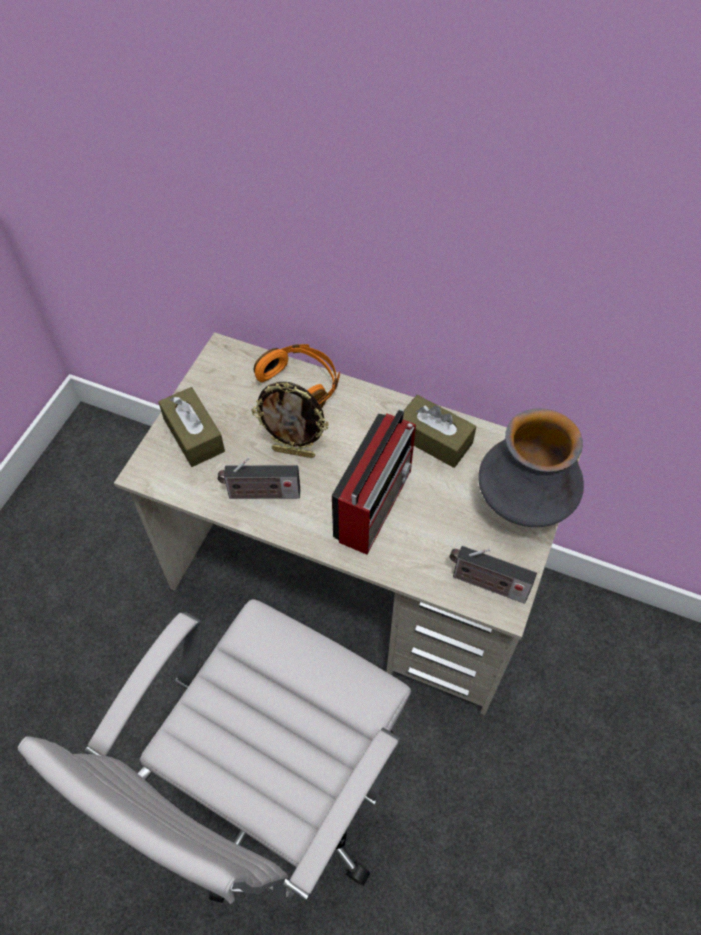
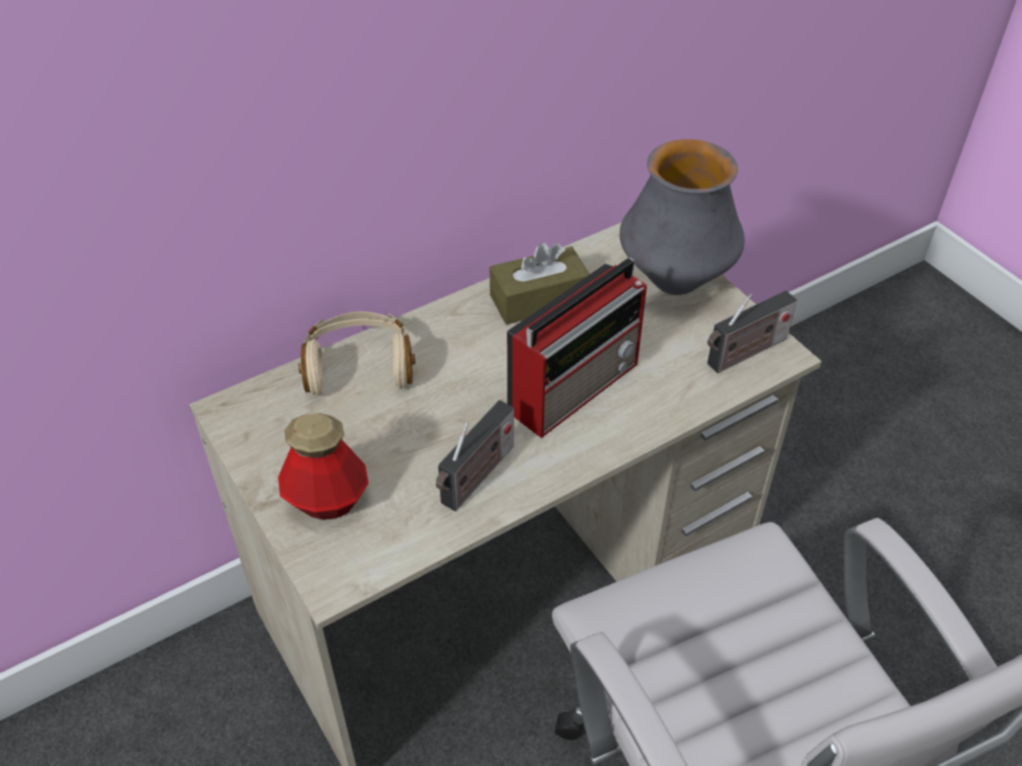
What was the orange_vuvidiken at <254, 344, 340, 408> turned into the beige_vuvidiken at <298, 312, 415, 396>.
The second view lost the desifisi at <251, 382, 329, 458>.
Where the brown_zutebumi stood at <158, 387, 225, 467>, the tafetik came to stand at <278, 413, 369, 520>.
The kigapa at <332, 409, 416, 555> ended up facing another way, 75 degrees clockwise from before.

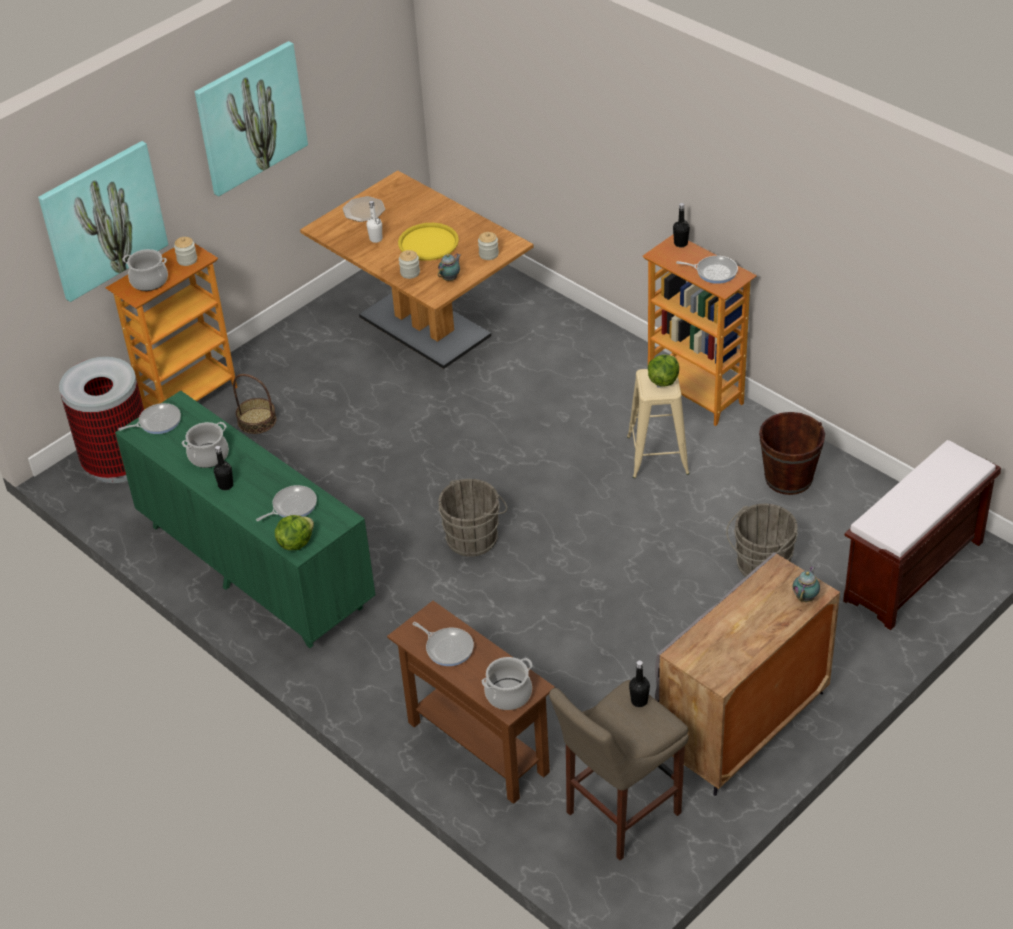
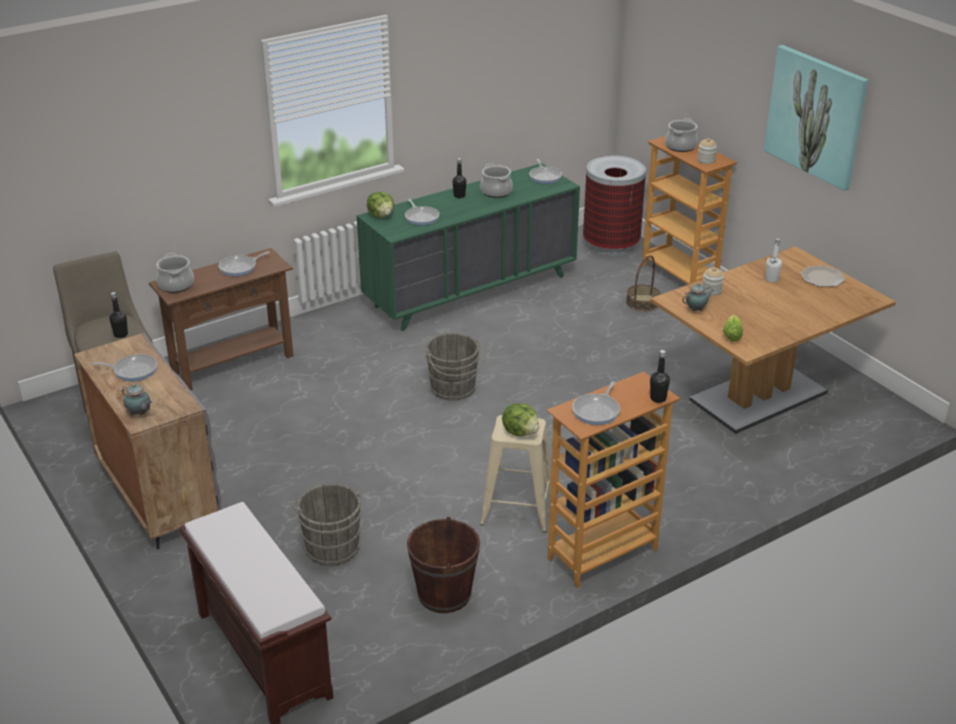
The second view lost the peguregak at <38, 141, 168, 302>.
The second view lost the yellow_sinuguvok at <398, 223, 459, 261>.
Where the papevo stood at <478, 232, 499, 260>, the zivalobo came to stand at <723, 314, 743, 342>.
The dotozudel at <438, 253, 461, 281> ended up facing another way, 75 degrees counterclockwise from before.
The second view gained the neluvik at <92, 354, 157, 381>.

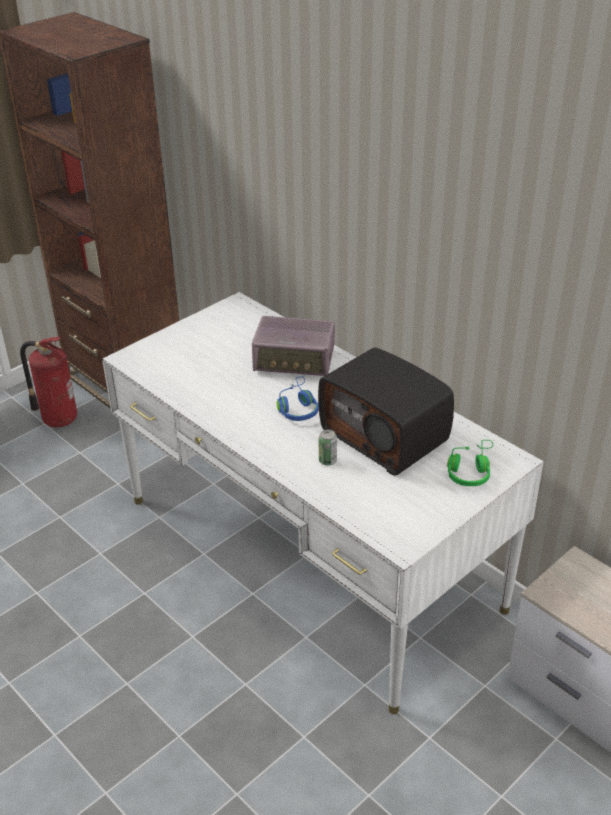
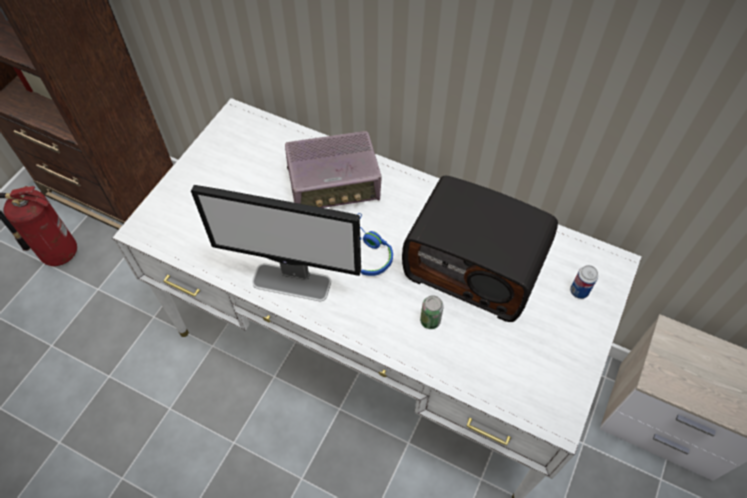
Where the green_vuvidiken stood at <447, 440, 493, 486>, the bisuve came to stand at <570, 265, 598, 299>.
The second view gained the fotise at <191, 185, 361, 301>.

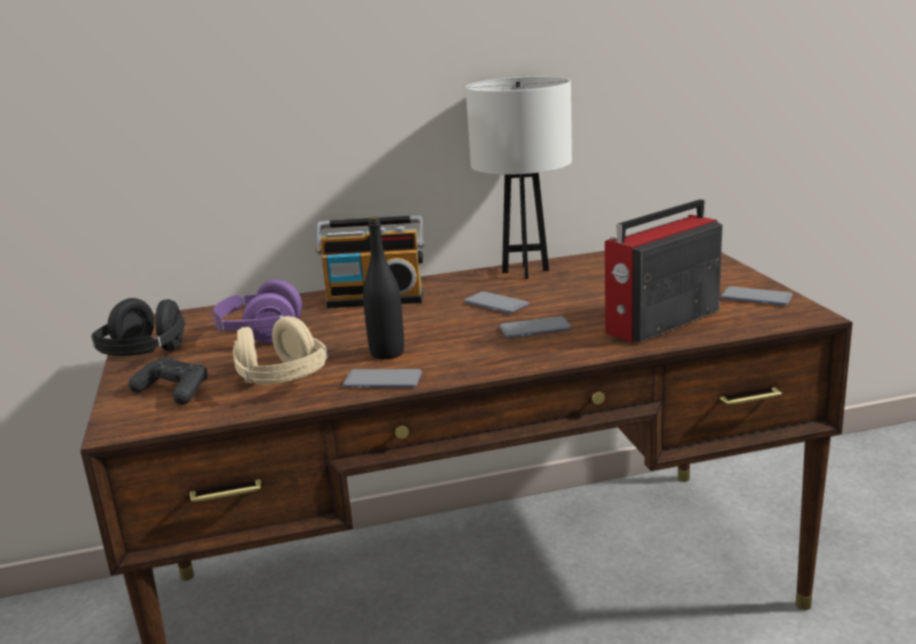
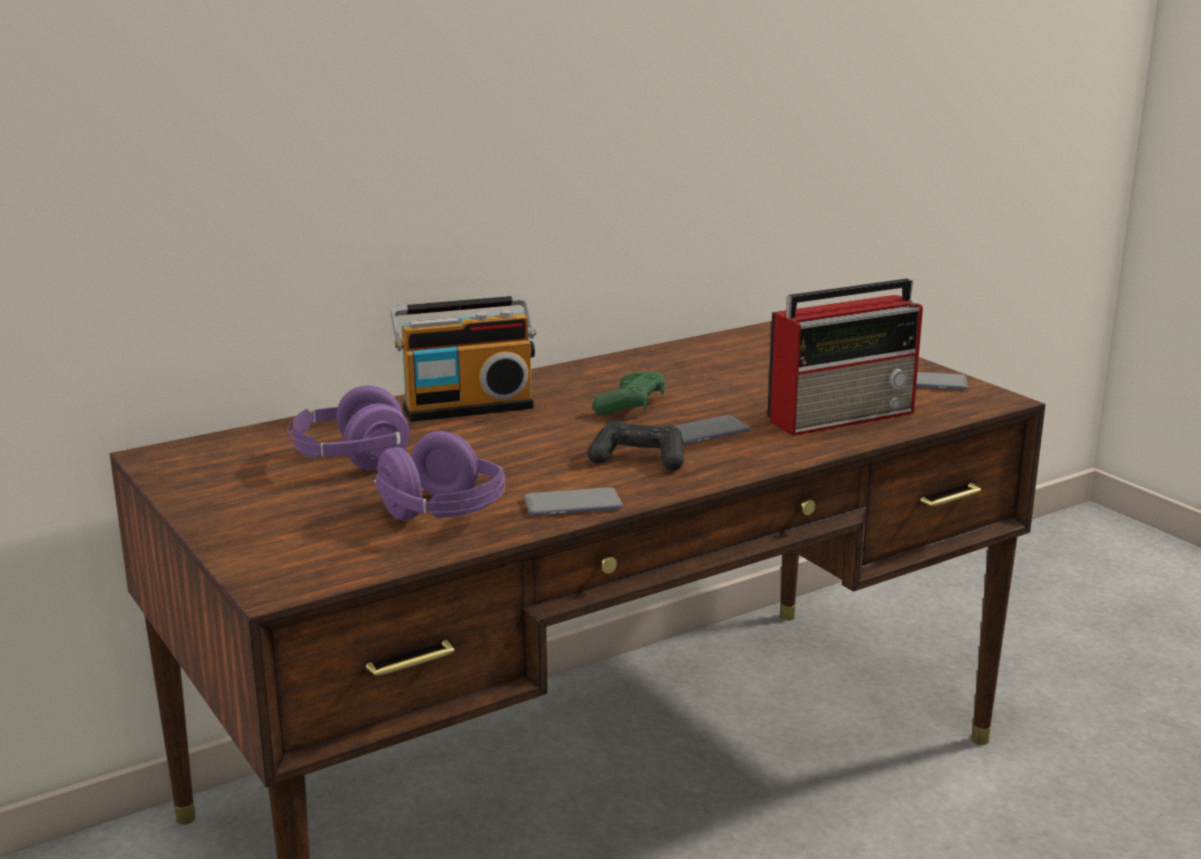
The second view lost the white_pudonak at <466, 77, 572, 279>.
The kigapa at <605, 199, 723, 342> ended up facing another way, 150 degrees counterclockwise from before.
The second view lost the black_tafetik at <363, 216, 404, 359>.
Where the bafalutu stood at <464, 291, 529, 313>, the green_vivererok came to stand at <593, 371, 665, 415>.
The second view lost the black_vuvidiken at <91, 298, 185, 356>.
What was the beige_vuvidiken at <233, 316, 328, 384> turned into the purple_vuvidiken at <372, 431, 505, 521>.
The black_vivererok ended up elsewhere, having gone from <128, 357, 207, 405> to <588, 421, 684, 471>.

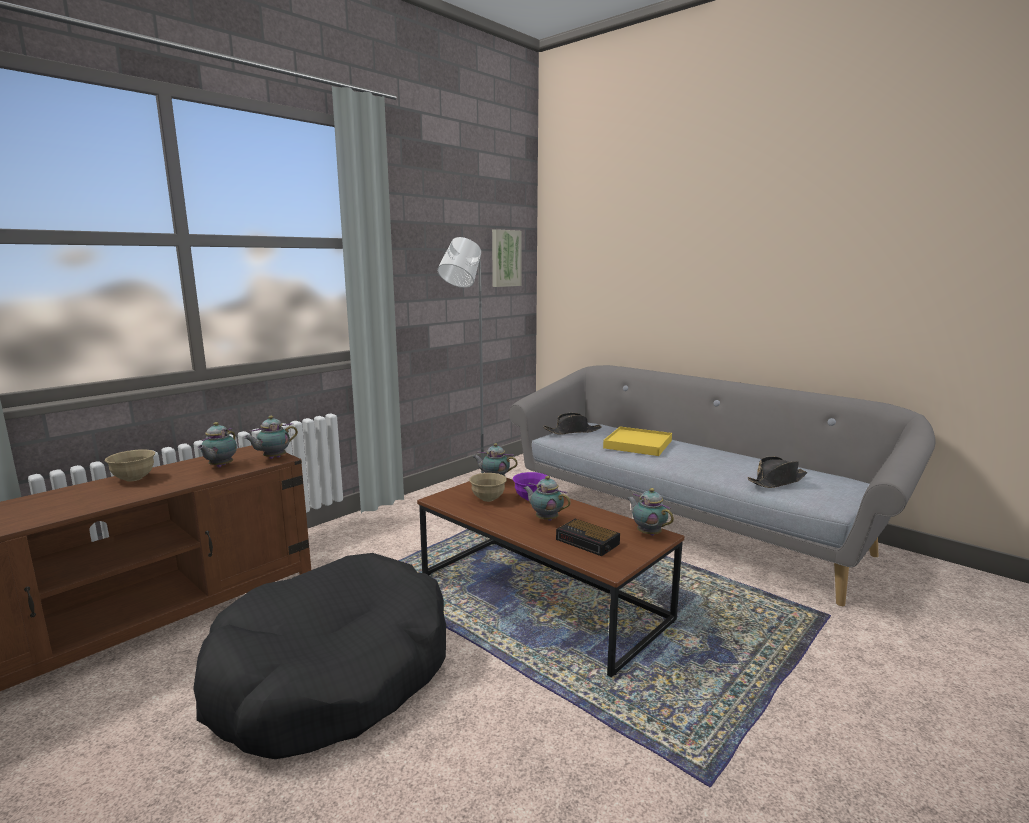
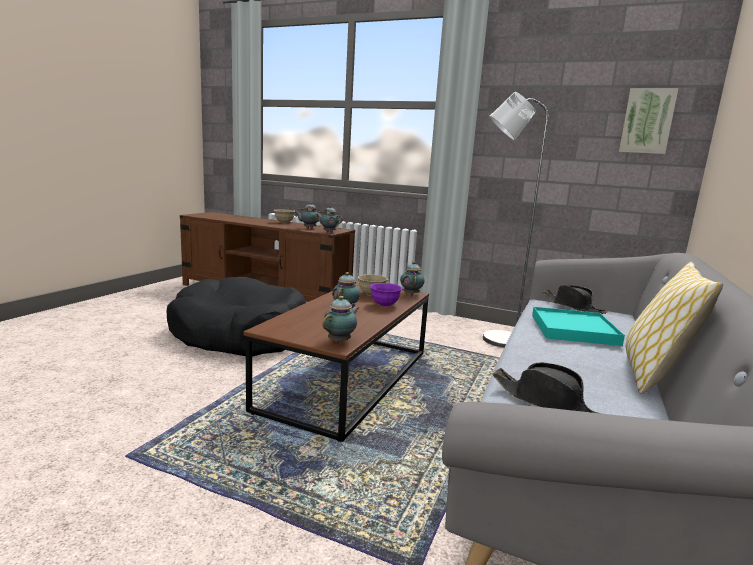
What was the yellow_sinuguvok at <603, 427, 672, 456> turned into the turquoise_sinuguvok at <532, 307, 625, 346>.
The second view lost the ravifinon at <556, 519, 620, 556>.
The second view gained the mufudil at <626, 262, 723, 394>.

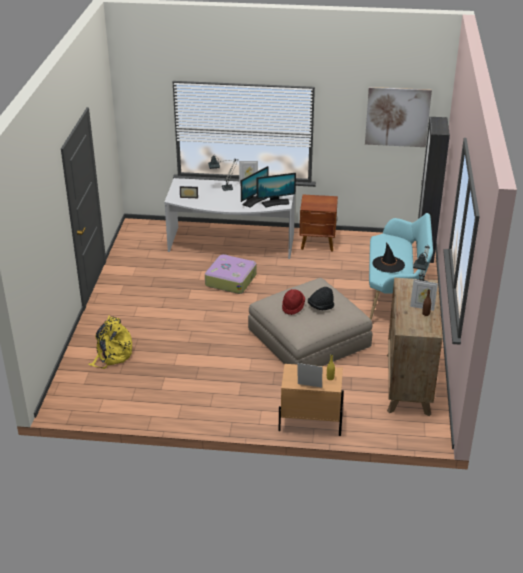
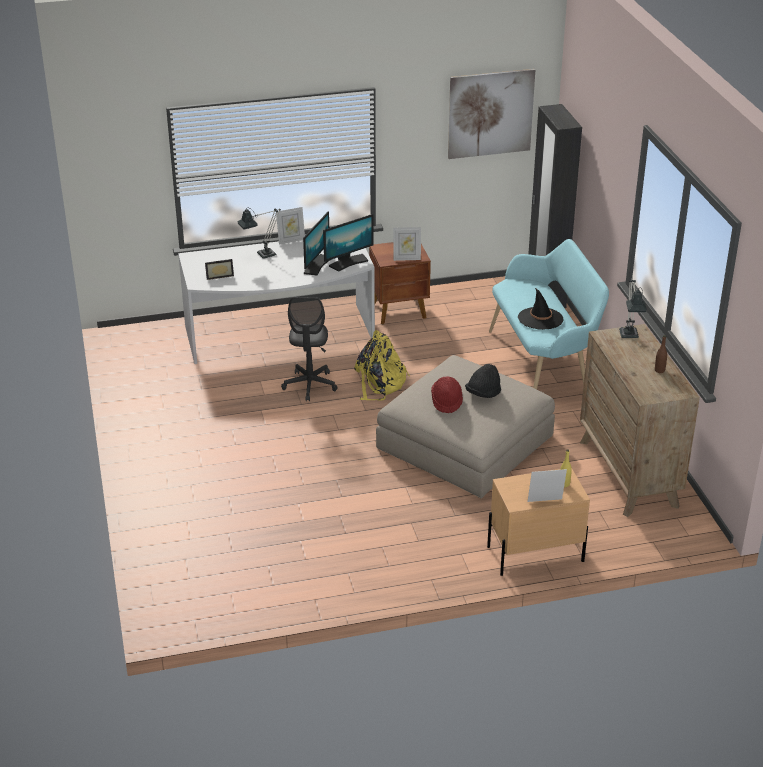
Where the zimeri stood at <205, 254, 257, 294>, the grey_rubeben came to stand at <281, 297, 338, 401>.
The desifisi ended up elsewhere, having gone from <410, 279, 438, 311> to <393, 227, 421, 261>.
The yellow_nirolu ended up elsewhere, having gone from <88, 316, 132, 369> to <354, 330, 410, 401>.

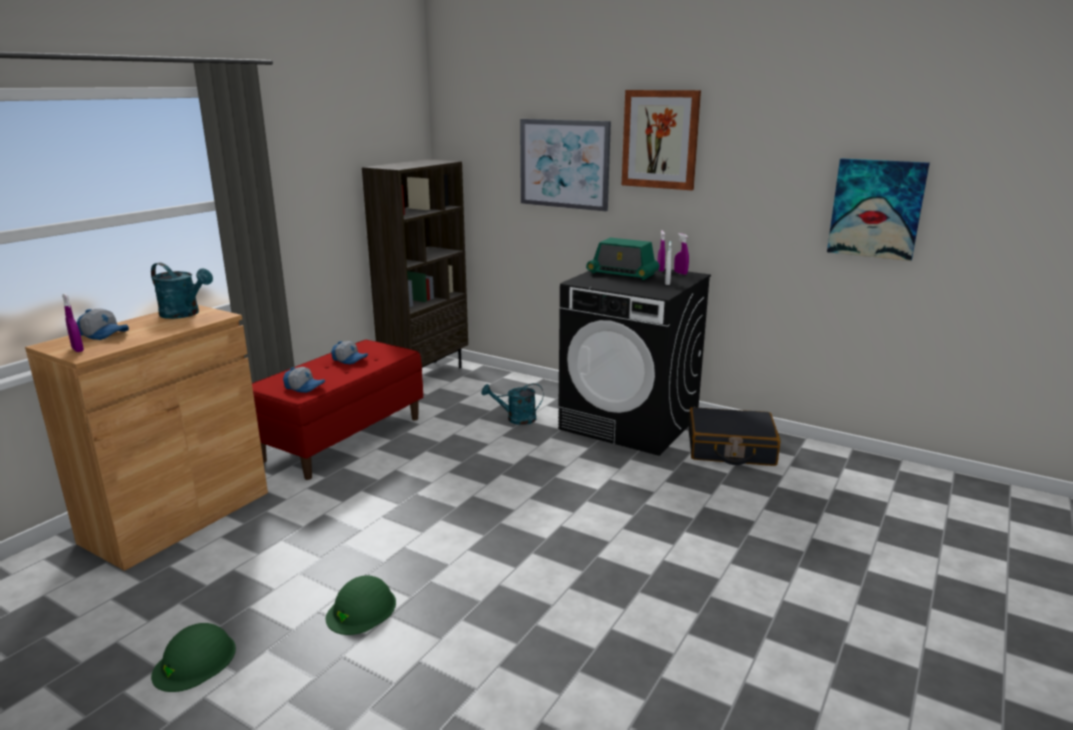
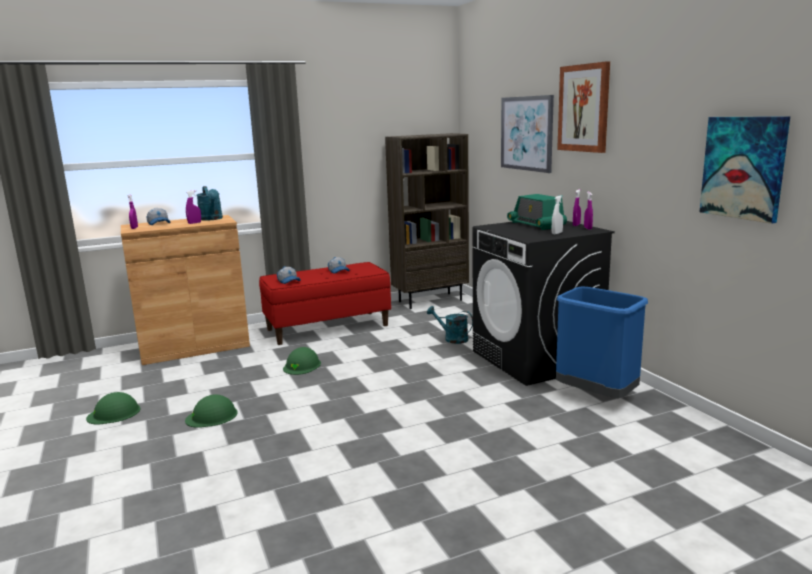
Where the black_zimeri stood at <689, 407, 781, 466>, the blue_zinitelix came to stand at <556, 286, 648, 398>.
The second view gained the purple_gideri at <186, 190, 201, 224>.
The second view gained the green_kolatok at <283, 347, 321, 375>.

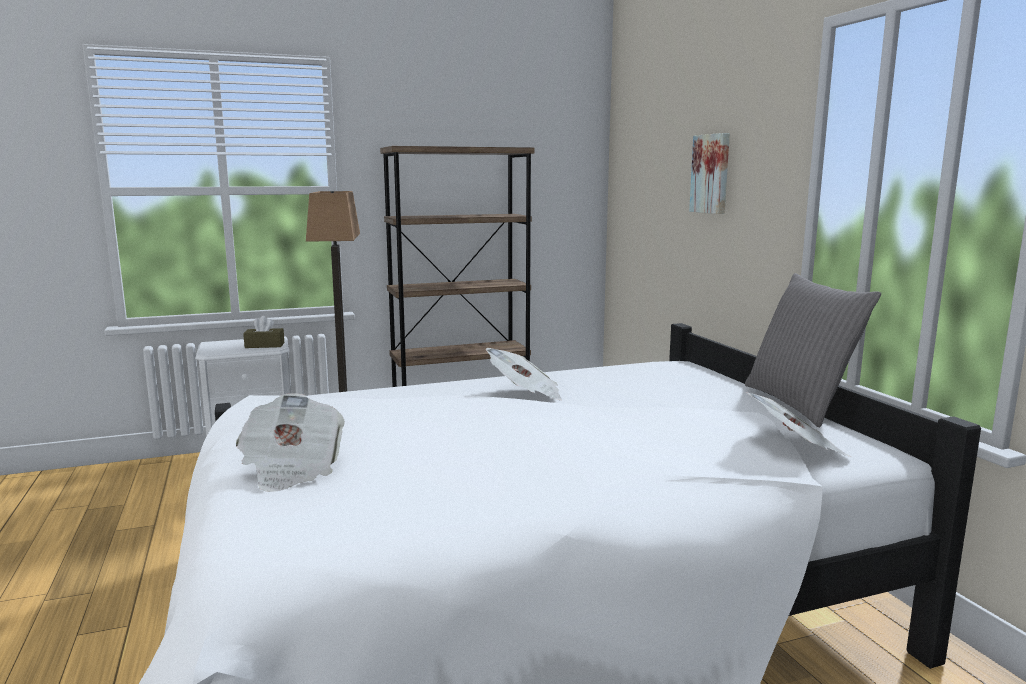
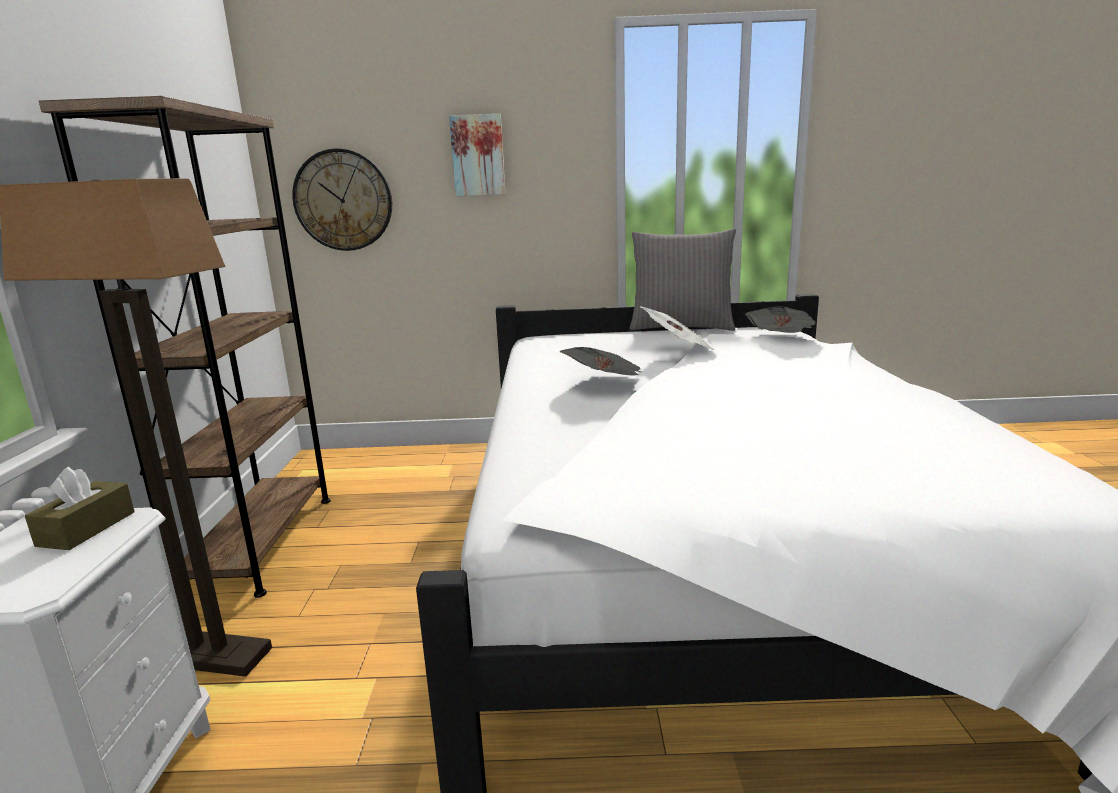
The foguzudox ended up elsewhere, having gone from <236, 393, 345, 492> to <640, 306, 715, 350>.
The second view gained the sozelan at <292, 149, 392, 251>.

